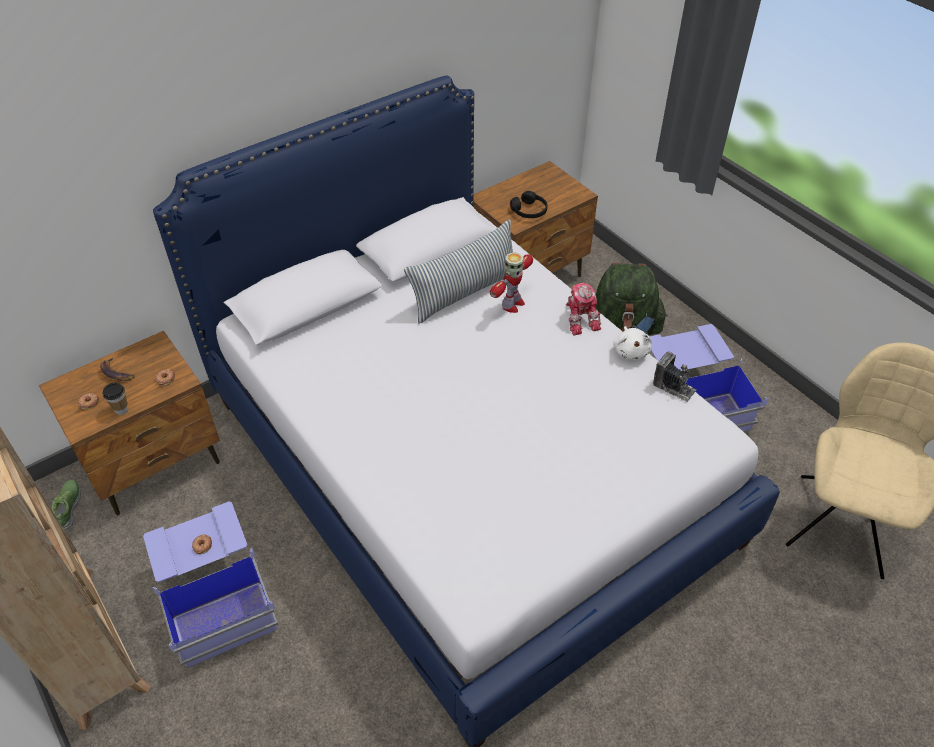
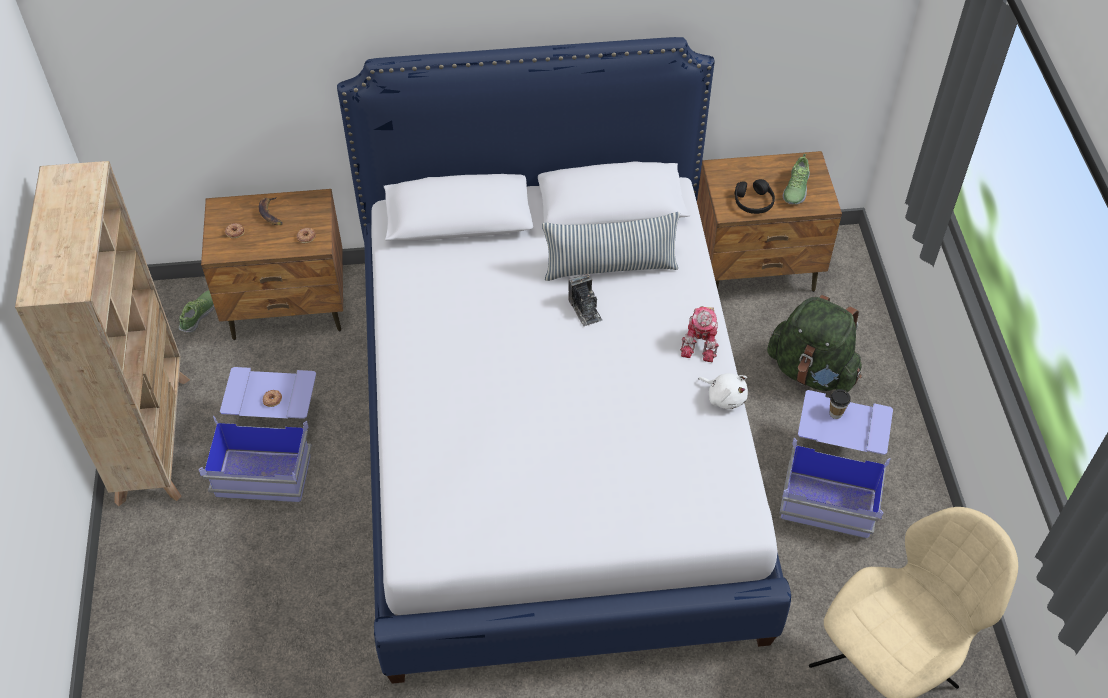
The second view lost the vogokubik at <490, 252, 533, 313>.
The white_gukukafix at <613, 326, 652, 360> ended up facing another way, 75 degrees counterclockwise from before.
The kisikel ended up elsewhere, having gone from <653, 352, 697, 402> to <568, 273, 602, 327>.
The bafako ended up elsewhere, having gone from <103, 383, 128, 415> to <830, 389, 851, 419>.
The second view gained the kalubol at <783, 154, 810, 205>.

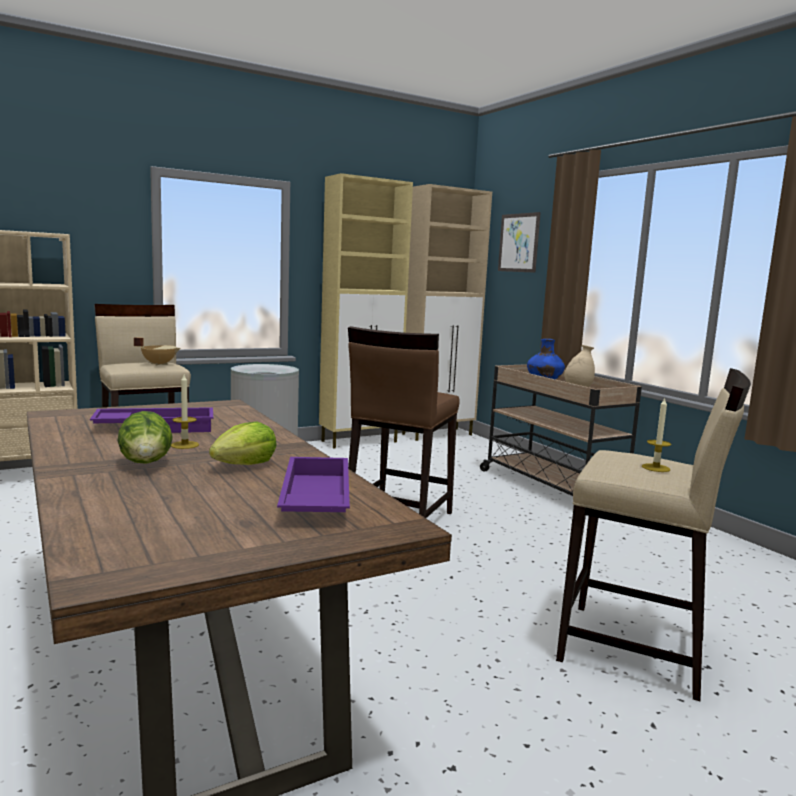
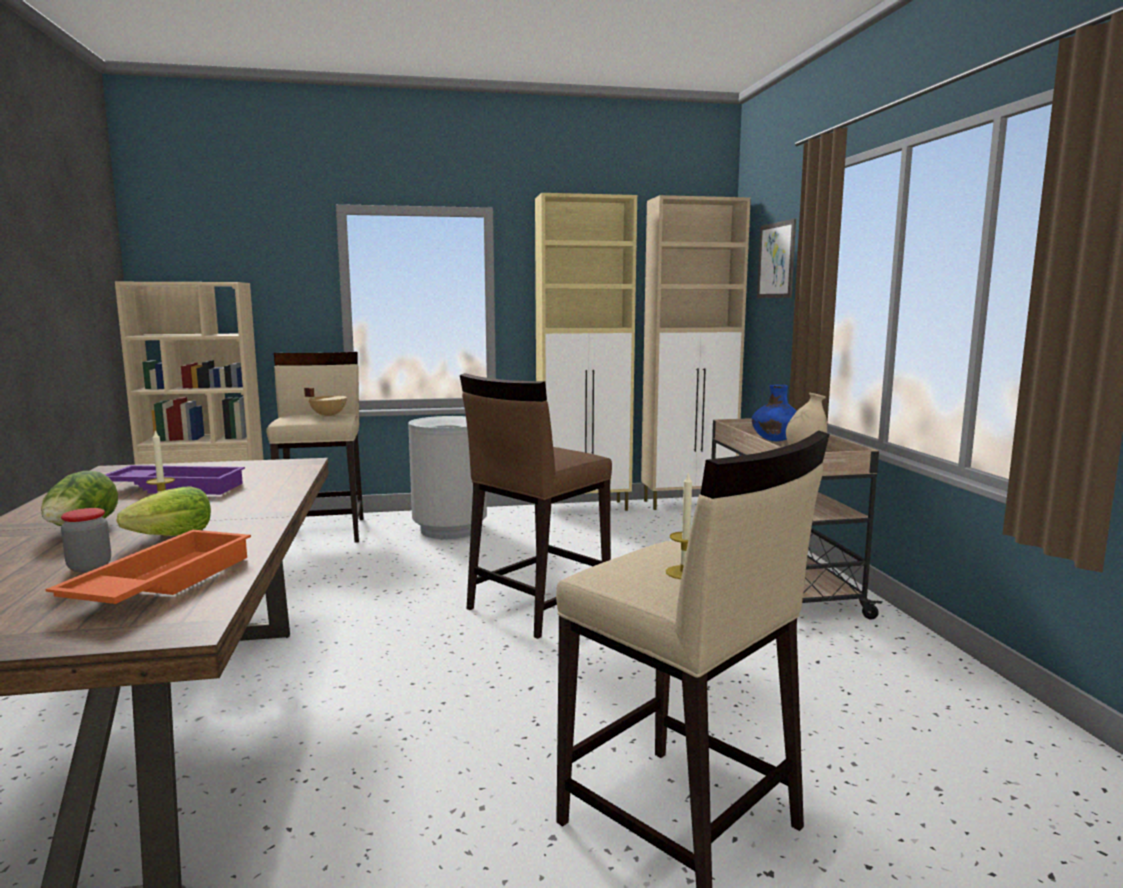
What was the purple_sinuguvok at <277, 457, 350, 512> turned into the orange_sinuguvok at <46, 530, 251, 604>.
The second view gained the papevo at <61, 508, 111, 572>.

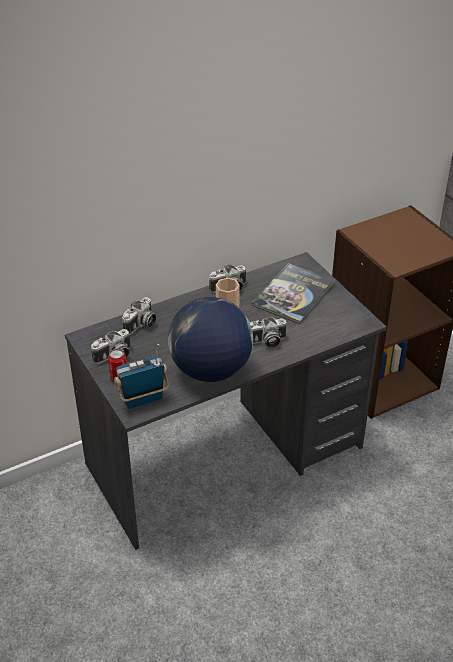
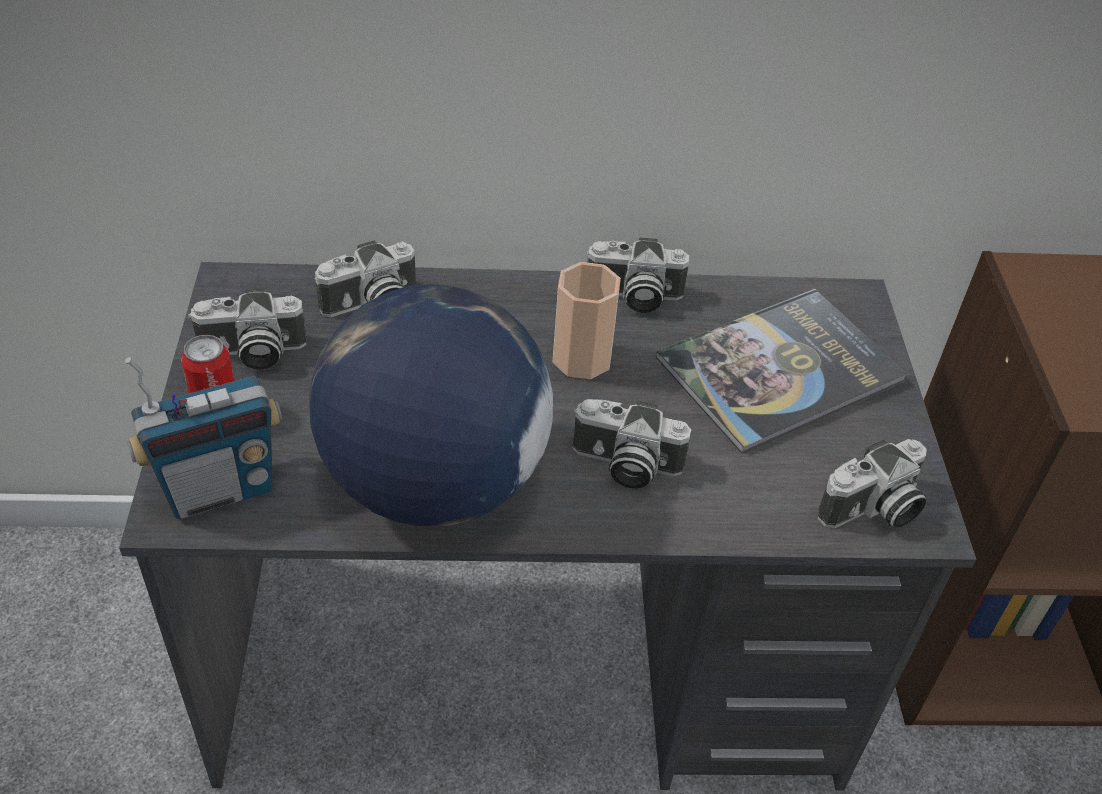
The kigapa at <114, 344, 169, 409> ended up facing another way, 150 degrees clockwise from before.
The second view gained the kisikel at <818, 439, 927, 528>.

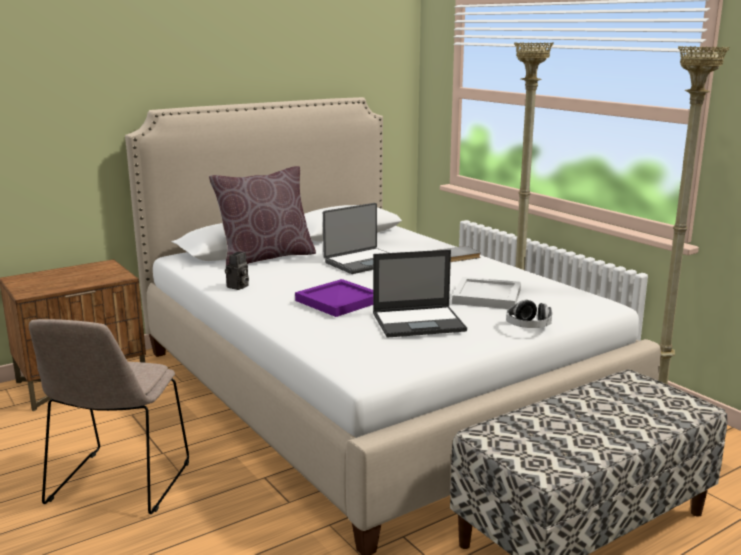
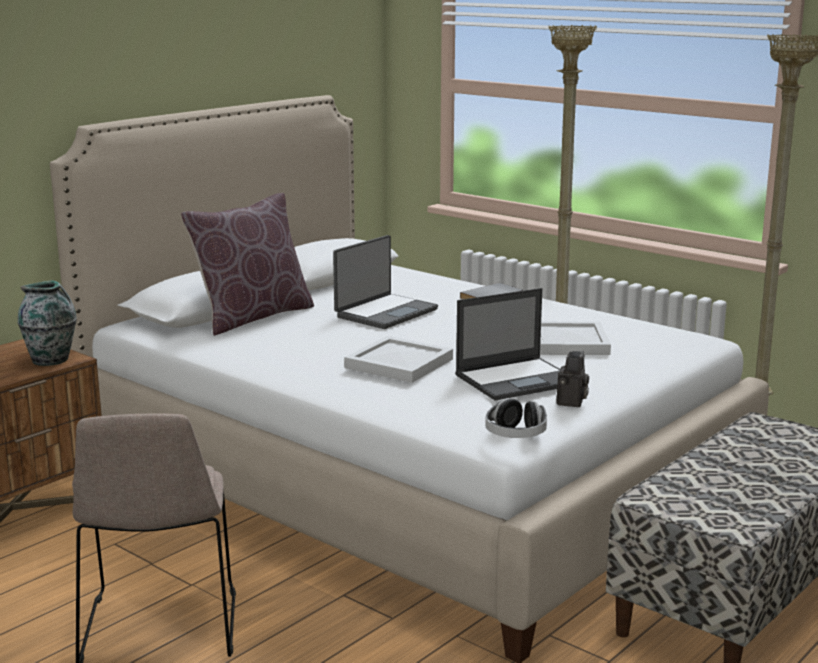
The kisikel ended up elsewhere, having gone from <225, 252, 249, 290> to <557, 351, 589, 407>.
What was the purple_sinuguvok at <295, 279, 373, 317> turned into the white_sinuguvok at <344, 336, 453, 383>.
The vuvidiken ended up elsewhere, having gone from <506, 300, 552, 328> to <485, 398, 547, 438>.
The second view gained the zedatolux at <18, 281, 77, 366>.

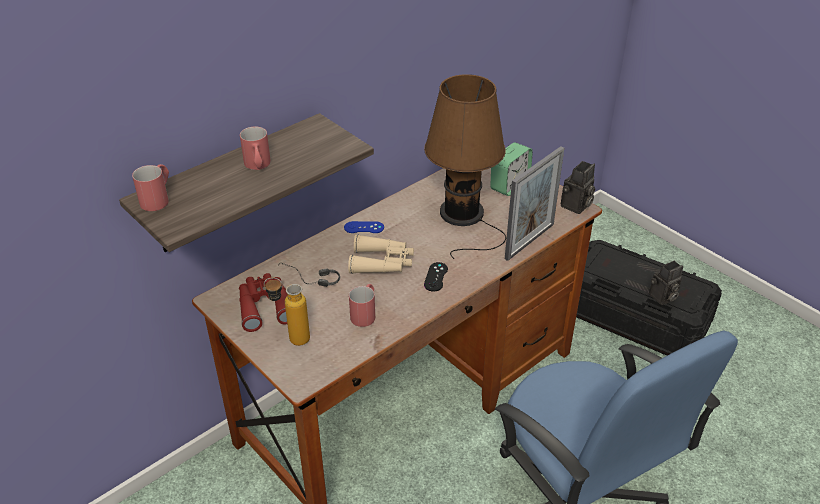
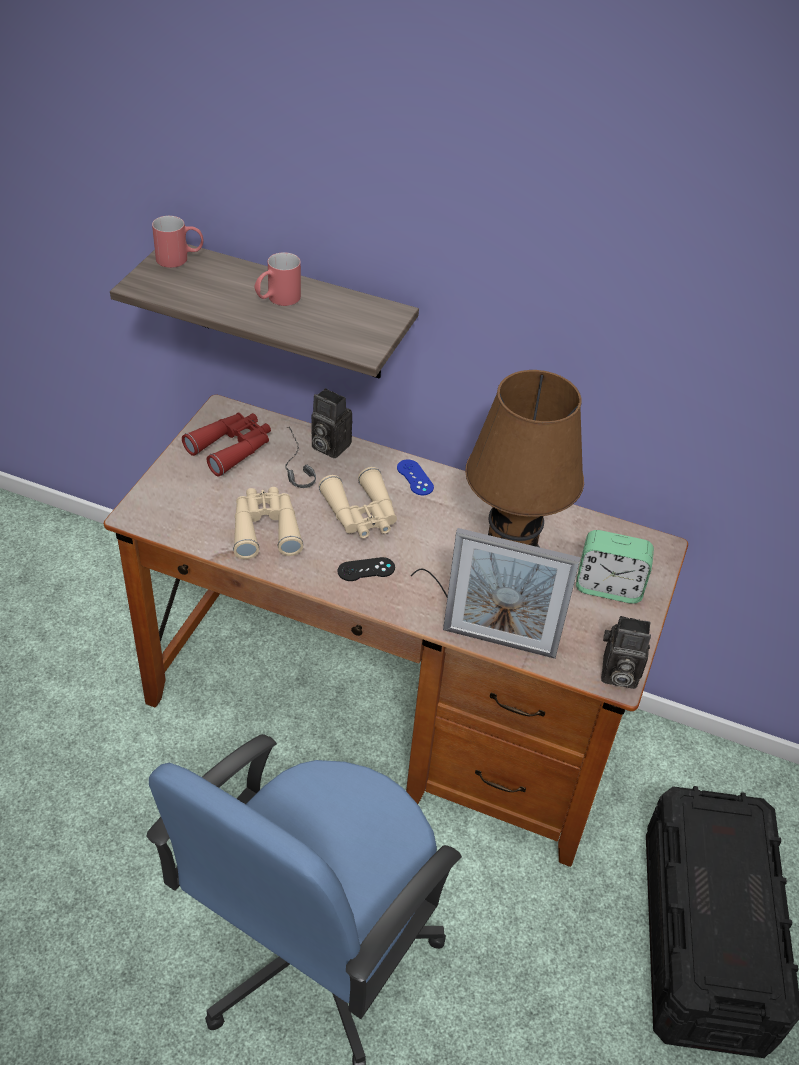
The kisikel ended up elsewhere, having gone from <649, 261, 683, 305> to <311, 388, 352, 459>.
The second view lost the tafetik at <264, 277, 310, 346>.
Where the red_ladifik stood at <349, 284, 375, 327>, the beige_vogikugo came to stand at <233, 487, 304, 559>.

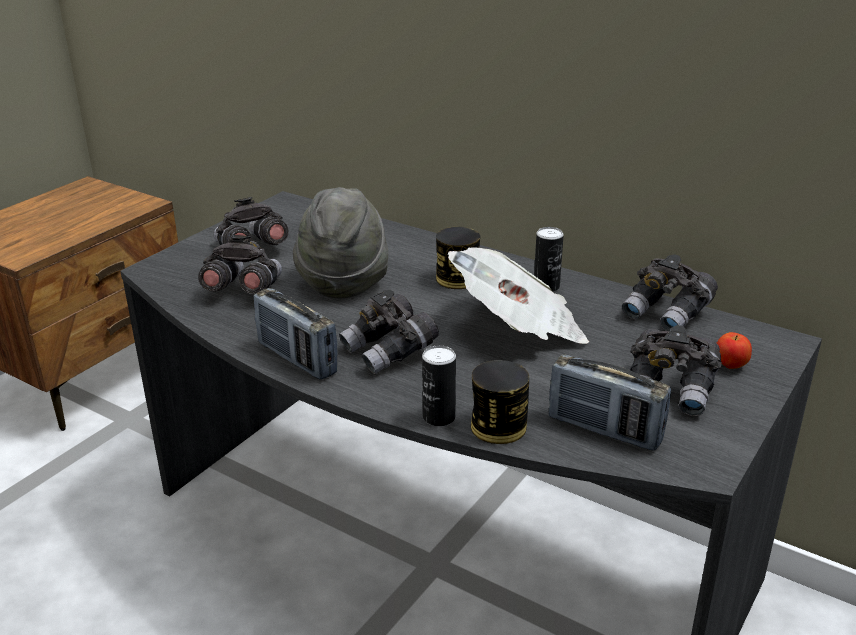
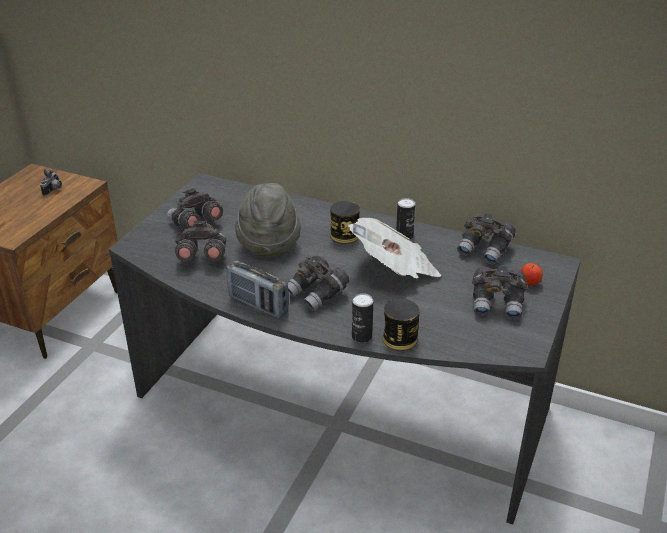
The second view lost the kigapa at <549, 354, 671, 451>.
The second view gained the kisikel at <40, 169, 62, 196>.

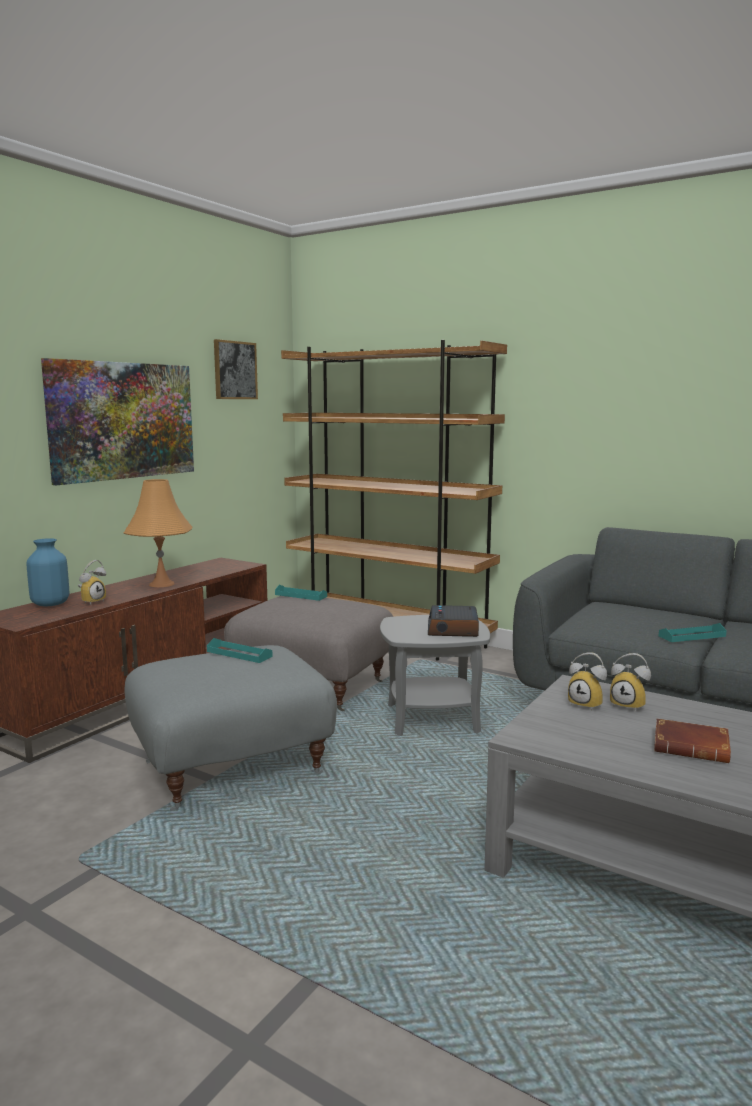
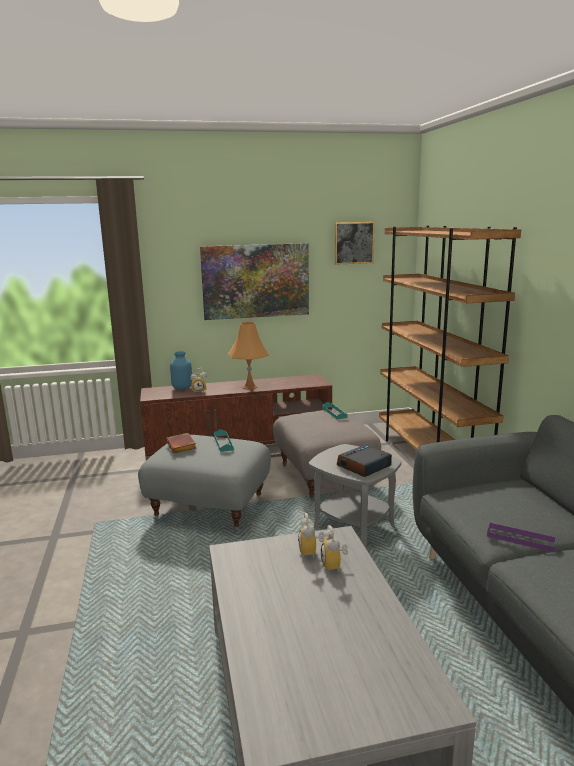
What was the turquoise_sinuguvok at <659, 623, 727, 642> turned into the purple_sinuguvok at <487, 522, 556, 552>.
The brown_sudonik ended up elsewhere, having gone from <654, 718, 731, 763> to <166, 433, 196, 453>.

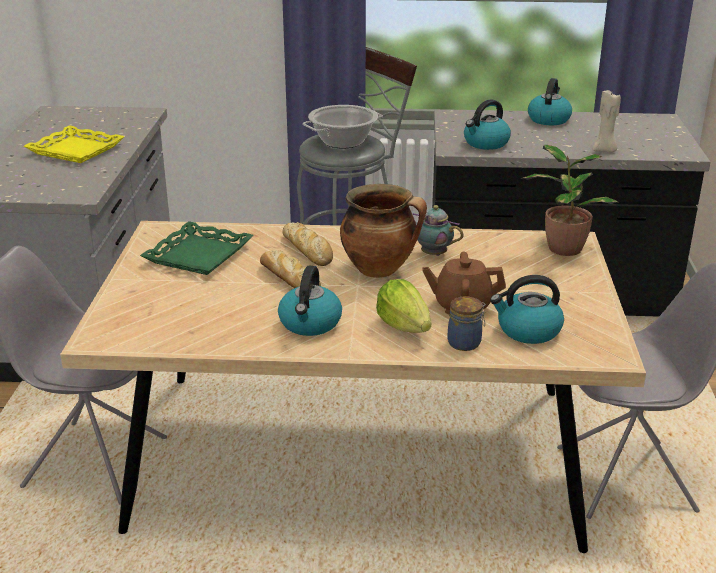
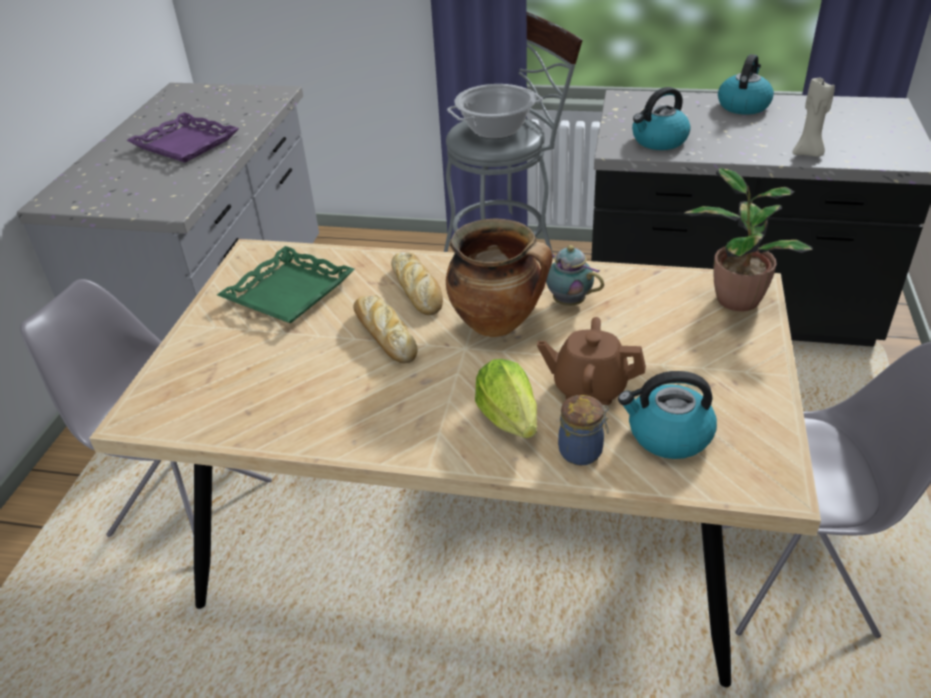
What was the yellow_sinuguvok at <24, 125, 124, 163> turned into the purple_sinuguvok at <127, 113, 239, 163>.
The second view lost the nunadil at <278, 266, 342, 336>.

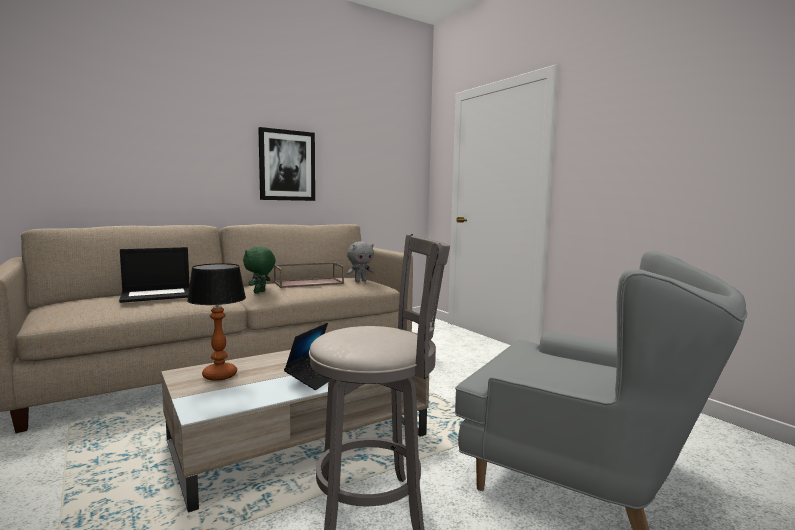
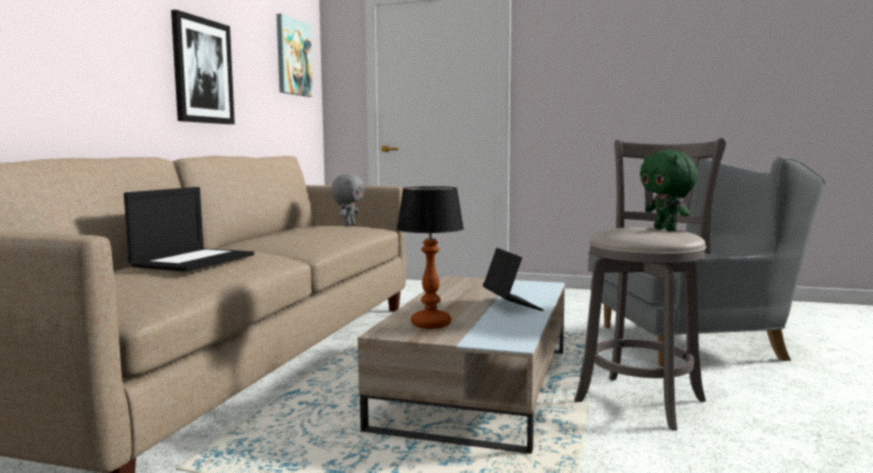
The green_gukukafix ended up elsewhere, having gone from <243, 247, 276, 294> to <640, 150, 698, 231>.
The second view lost the brown_sinuguvok at <274, 262, 344, 288>.
The second view gained the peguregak at <277, 14, 313, 97>.

